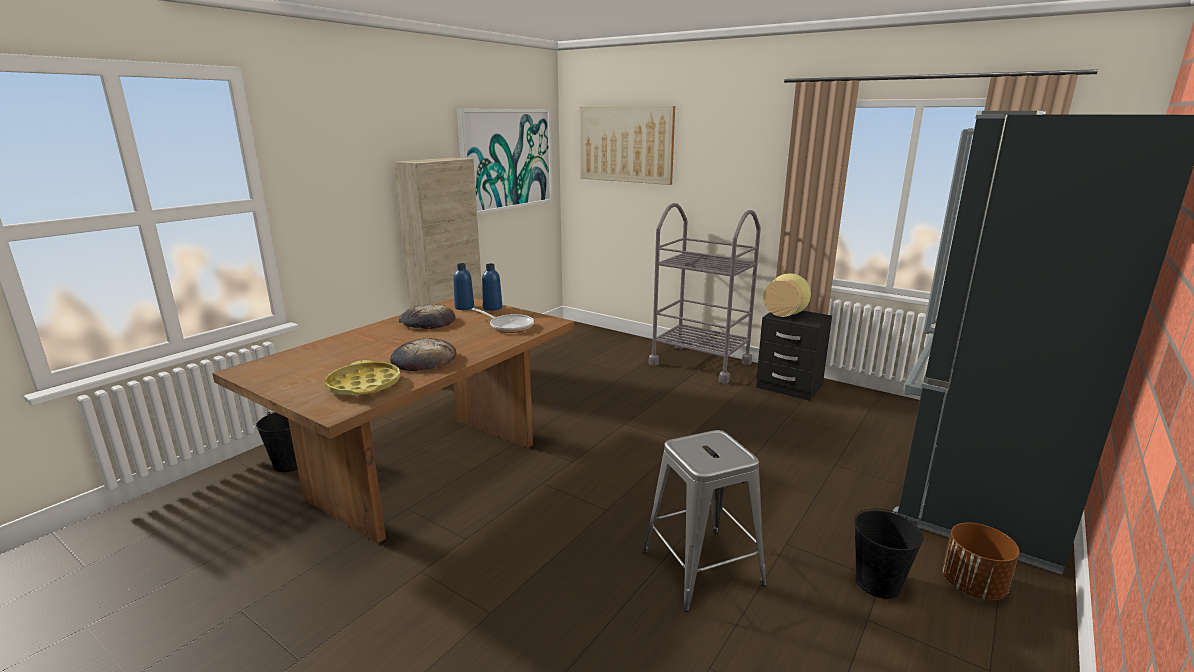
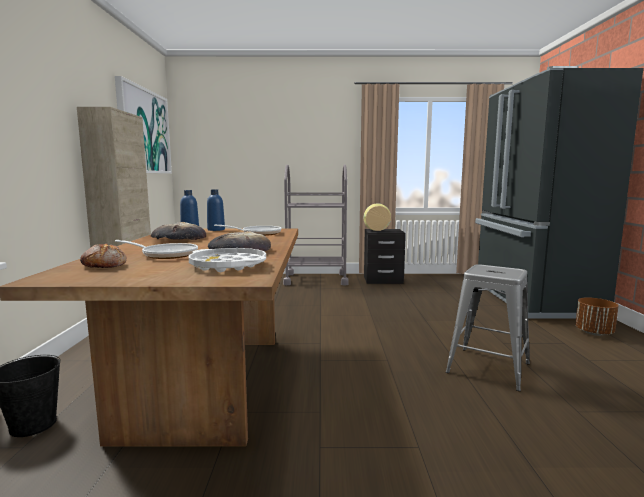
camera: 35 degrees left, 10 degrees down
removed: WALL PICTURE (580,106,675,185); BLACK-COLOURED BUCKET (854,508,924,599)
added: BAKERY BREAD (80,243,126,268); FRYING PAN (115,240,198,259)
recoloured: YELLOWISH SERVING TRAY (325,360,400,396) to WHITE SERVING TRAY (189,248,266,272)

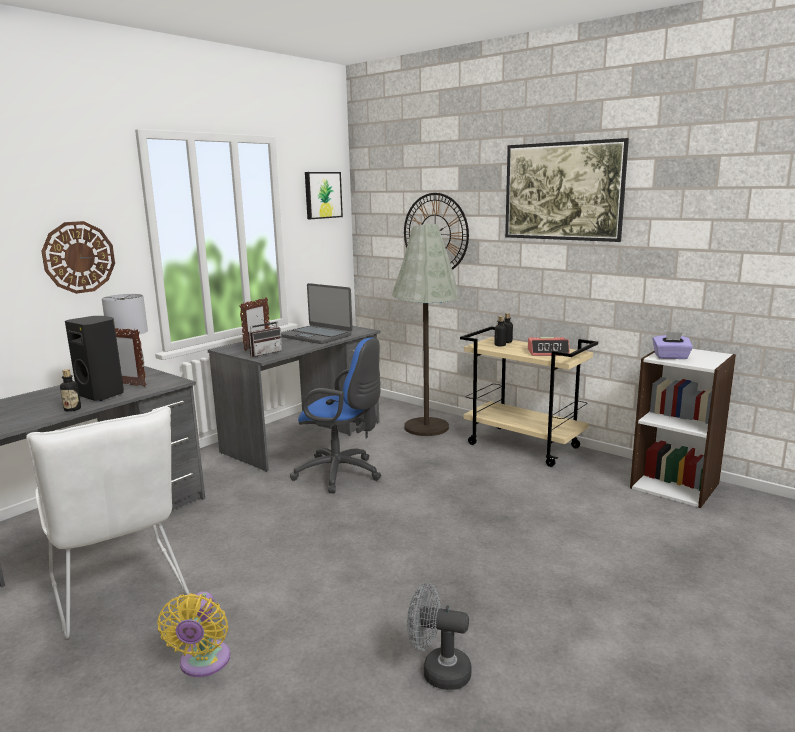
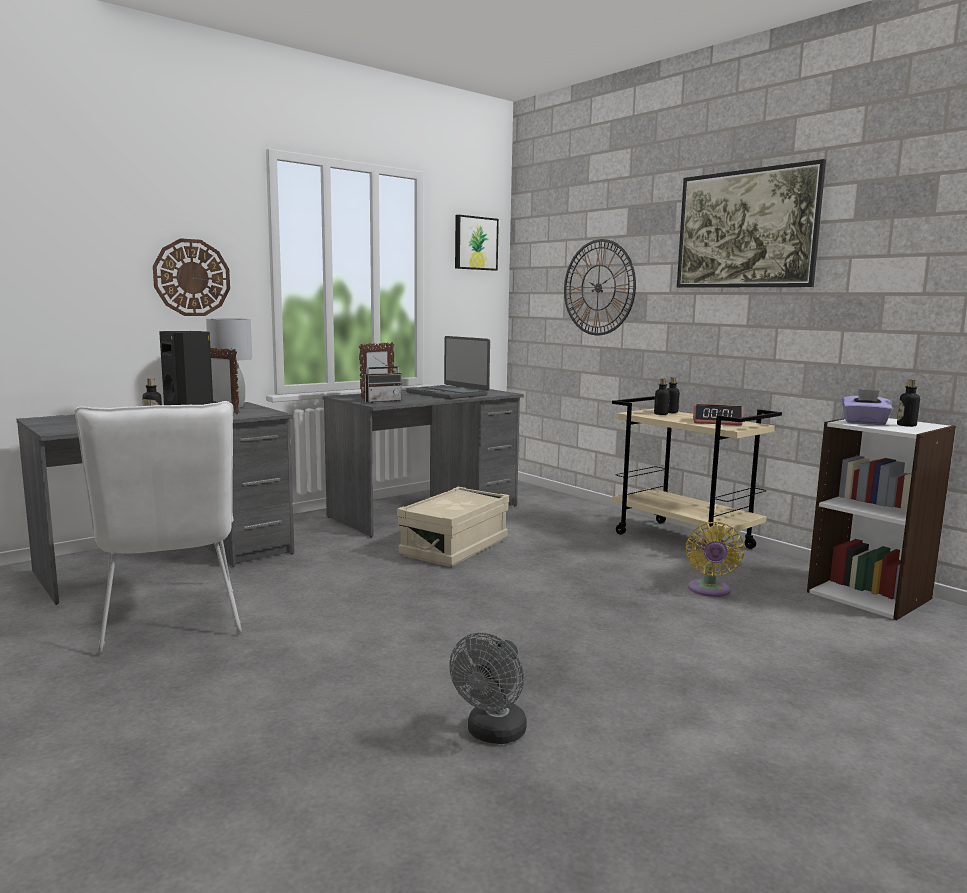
camera: 10 degrees right, 5 degrees down
removed: GRAY FLOOR LAMP (392,224,459,436)
added: BOTTLE (897,379,920,427)
moved: YELLOWISH FAN (157,591,230,677) to (686,522,744,597)
replaced: BLUE OFFICE CHAIR (290,338,381,493) to BEIGE-COLOURED STORAGE BIN (397,487,509,567)
turned: GRAY FAN (407,583,472,690) = (449,632,527,744) 90 degrees counterclockwise

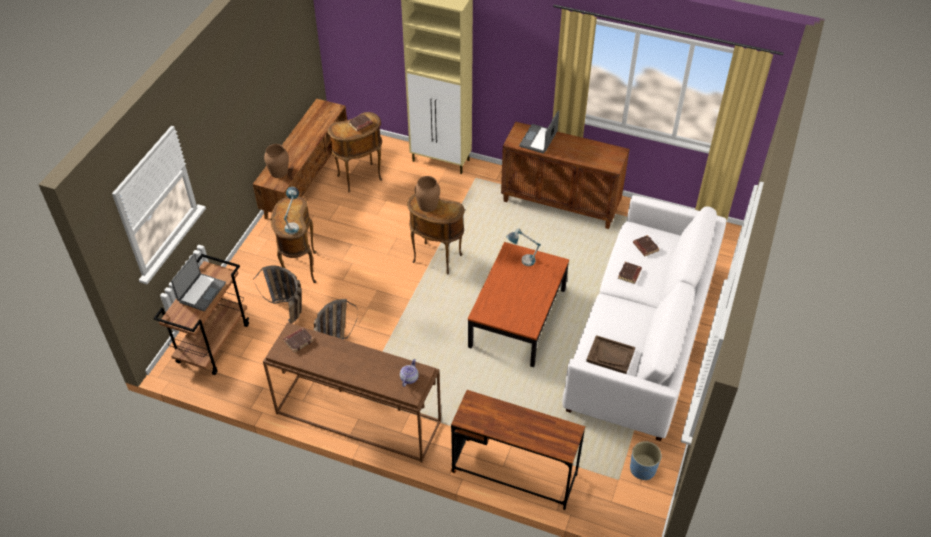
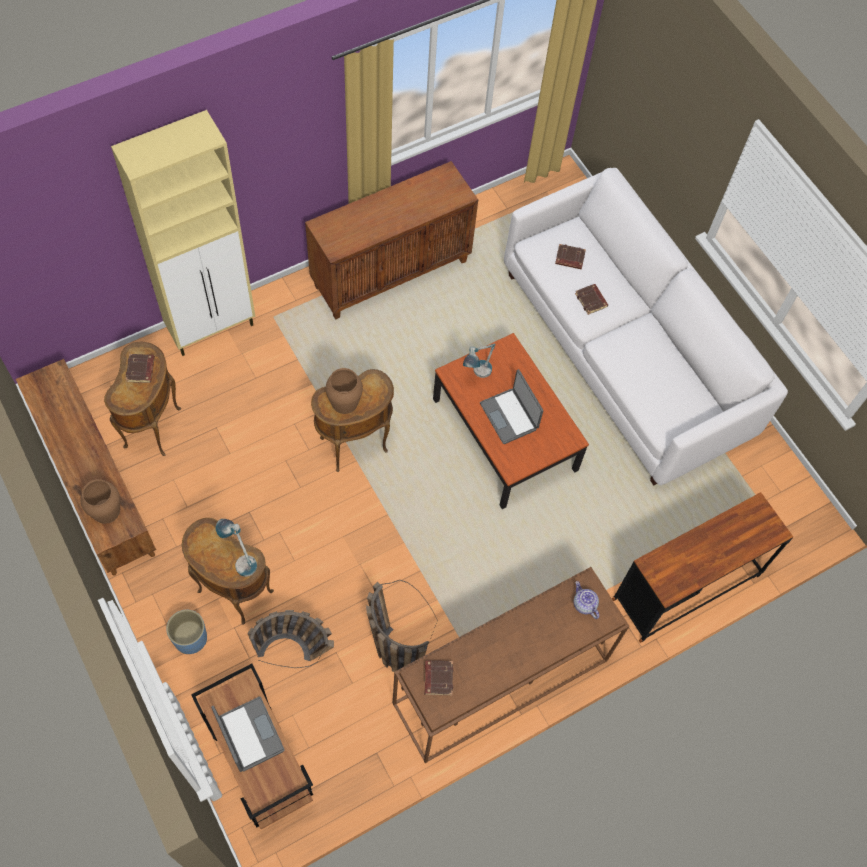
camera: 55 degrees left, 15 degrees up
removed: BROWN SERVING TRAY (586,335,635,374)
moved: PORTABLE COMPUTER (519,111,559,153) to (480,369,543,444); BLUE PLANTER (630,441,662,480) to (166,610,207,654)

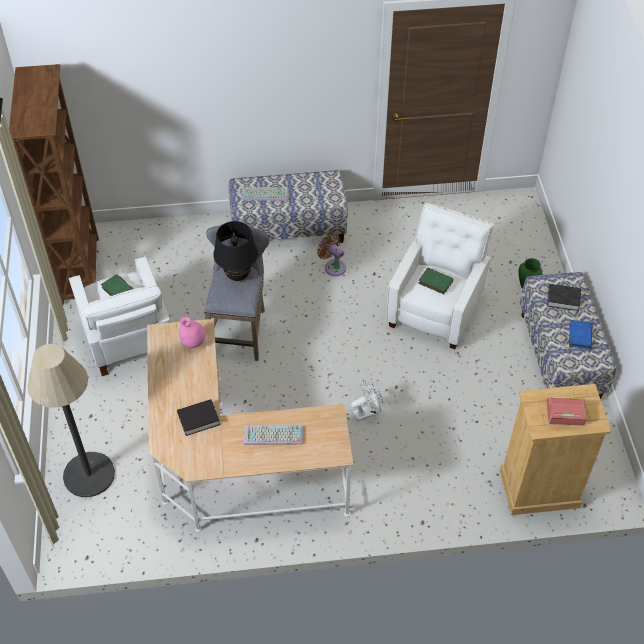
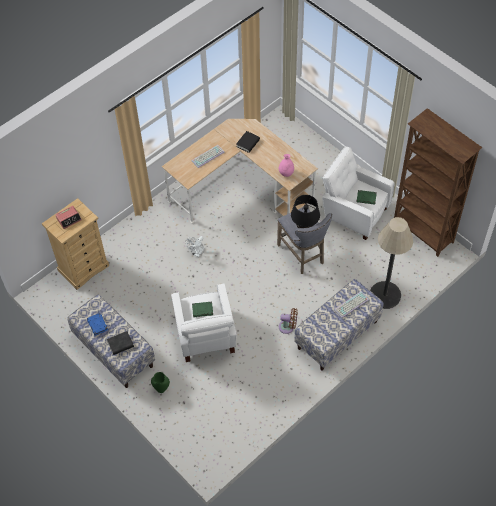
camera: 145 degrees right, 5 degrees up
moved: FLOOR LAMP (27,344,115,497) to (370,217,414,309)

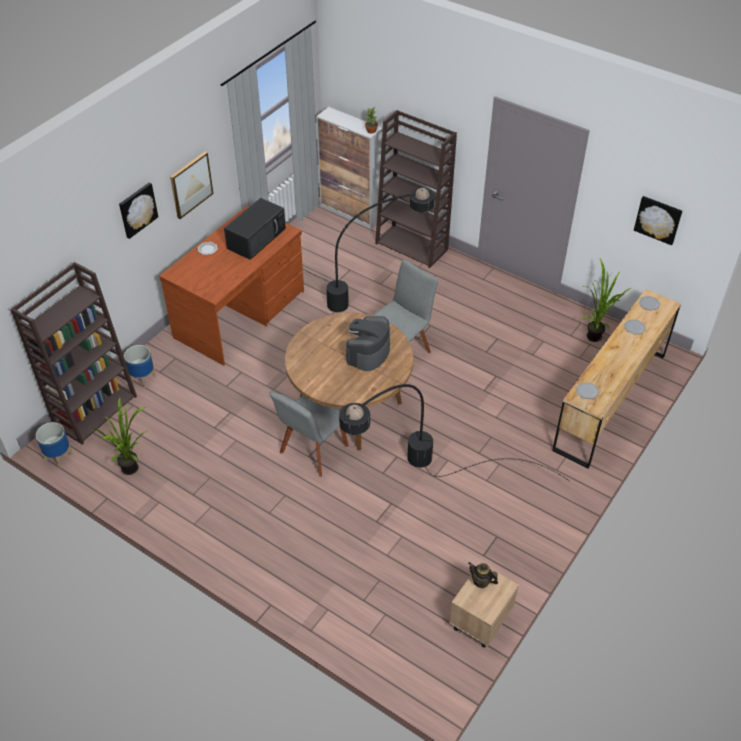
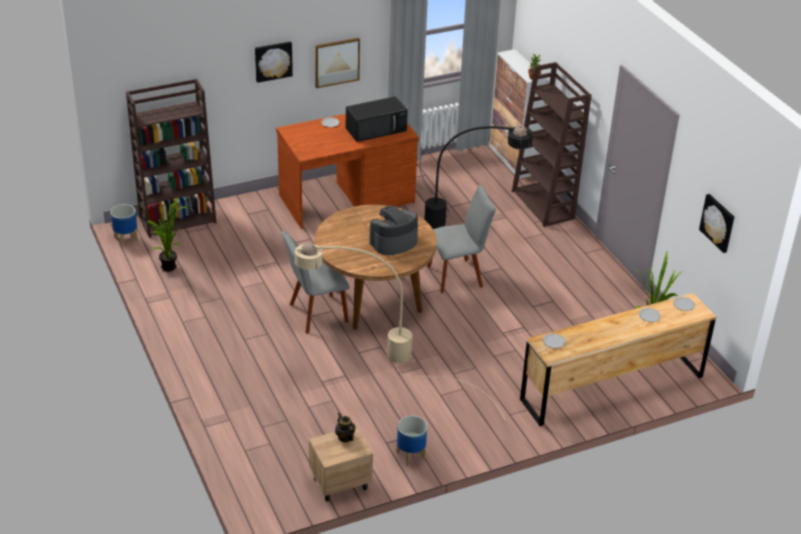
camera: 30 degrees right, 10 degrees down
moved: PLANTER (124,345,156,388) to (397,416,427,466)
recoloured: BLACK-COLOURED FLOOR LAMP (339,384,570,481) to BEIGE-COLOURED FLOOR LAMP (295,243,505,420)

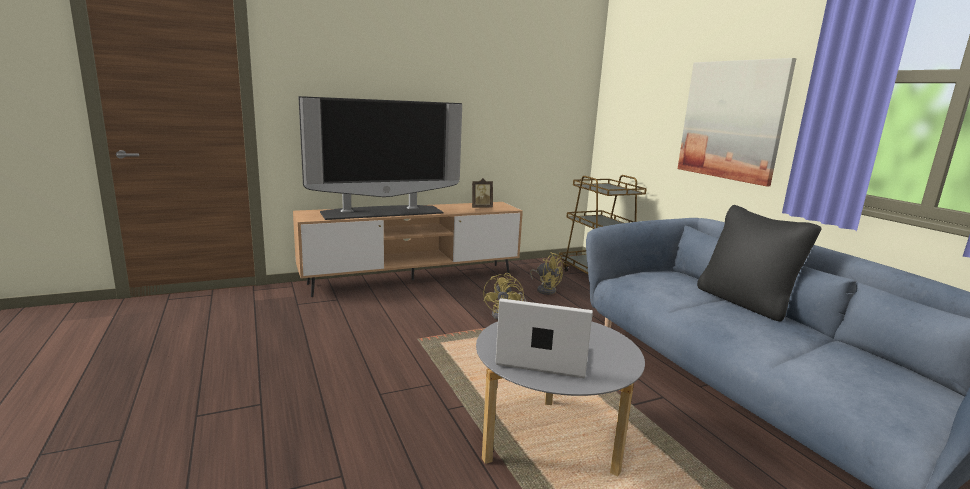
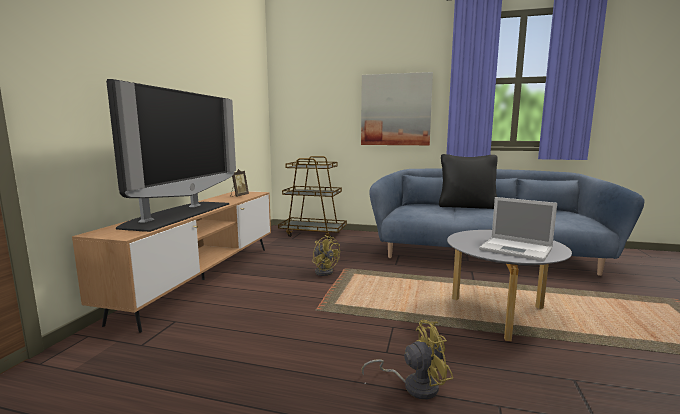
camera: 50 degrees left, 5 degrees down
moved: YELLOWISH FAN (530,252,564,295) to (362,320,453,400)
turned: PORTABLE COMPUTER (495,298,593,378) = (479,197,557,261) 105 degrees counterclockwise

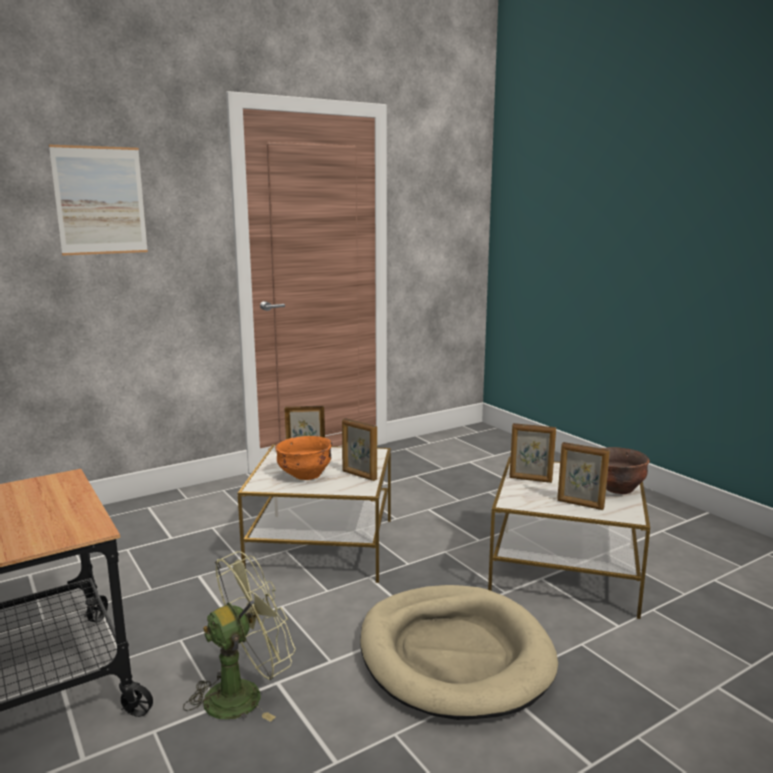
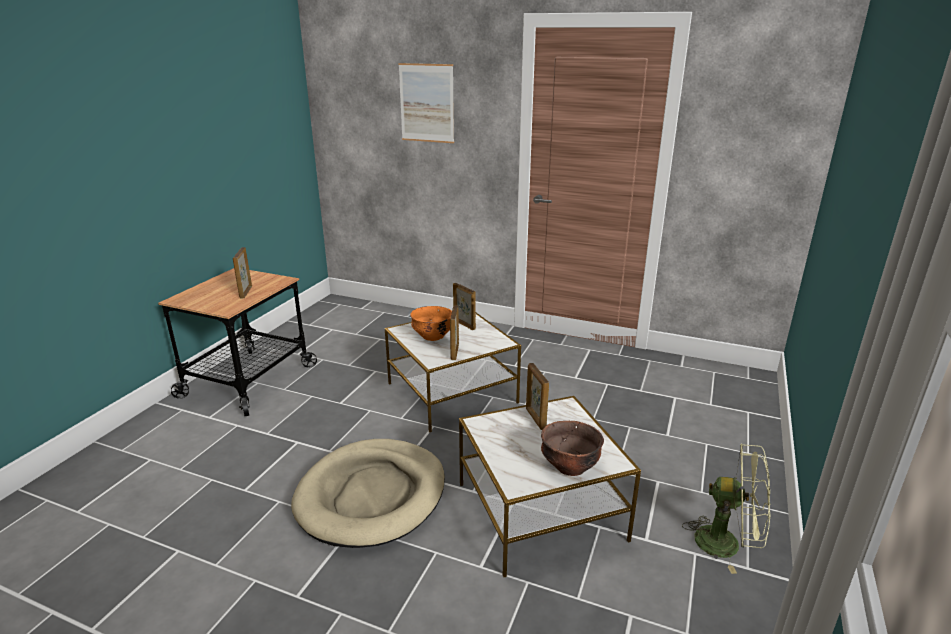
camera: 55 degrees right, 10 degrees up
moved: GREEN FAN (183,551,296,722) to (682,444,770,574); PICTURE FRAME (557,442,610,510) to (233,247,252,298)

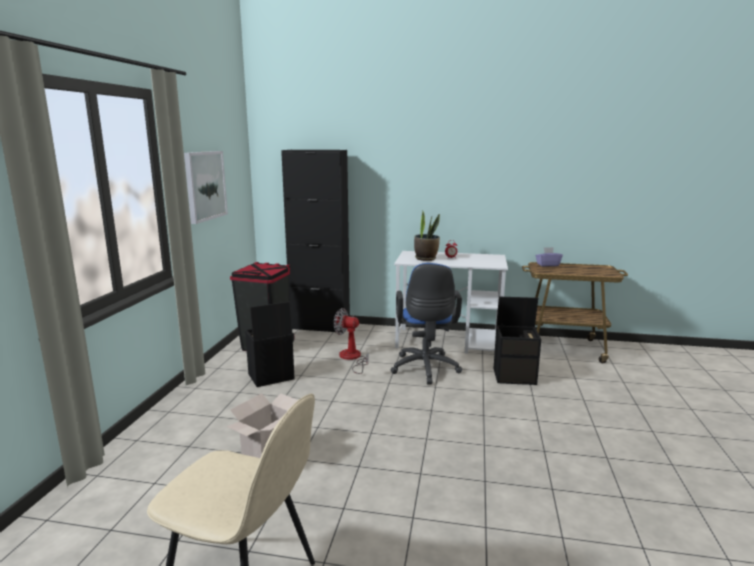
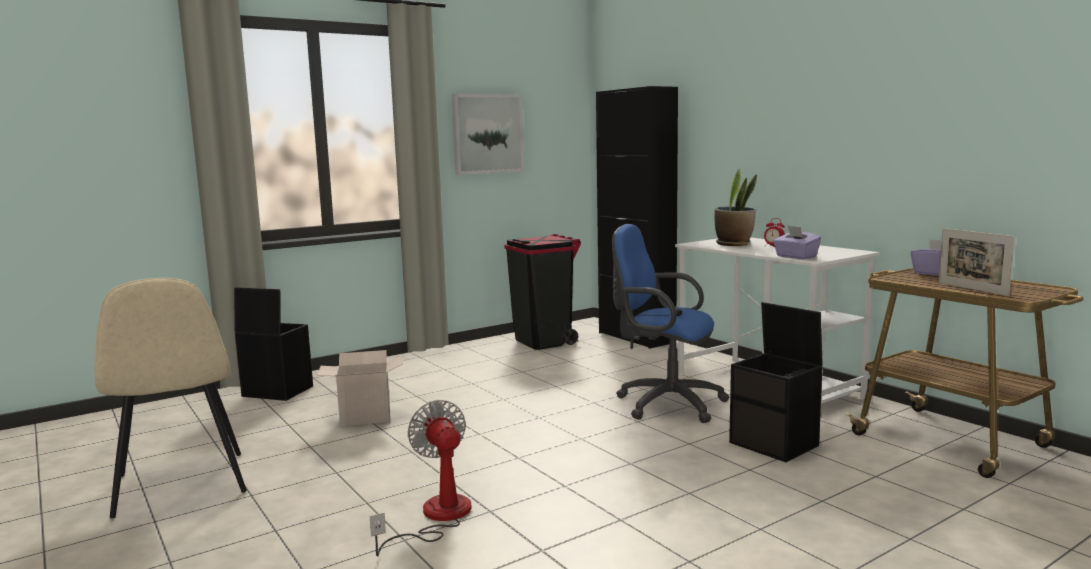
camera: 45 degrees right, 5 degrees down
added: PURPLE TISSUE HOLDER (773,225,821,259); PICTURE FRAME (938,228,1015,296)
moved: BLACK-COLOURED STORAGE BIN (245,302,295,387) to (234,287,313,401); FAN (334,308,368,374) to (370,400,472,556)
turned: BLUE OFFICE CHAIR (390,263,462,384) = (612,224,730,423) 75 degrees clockwise

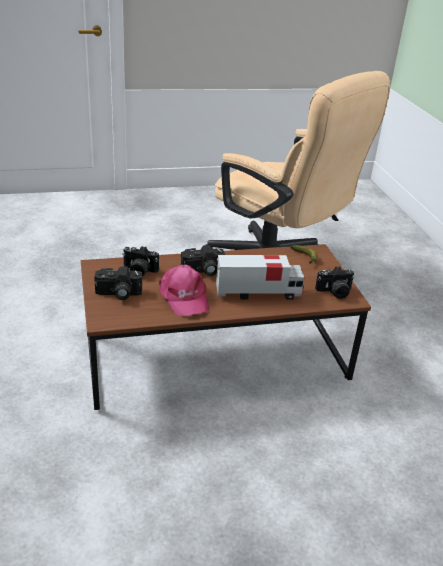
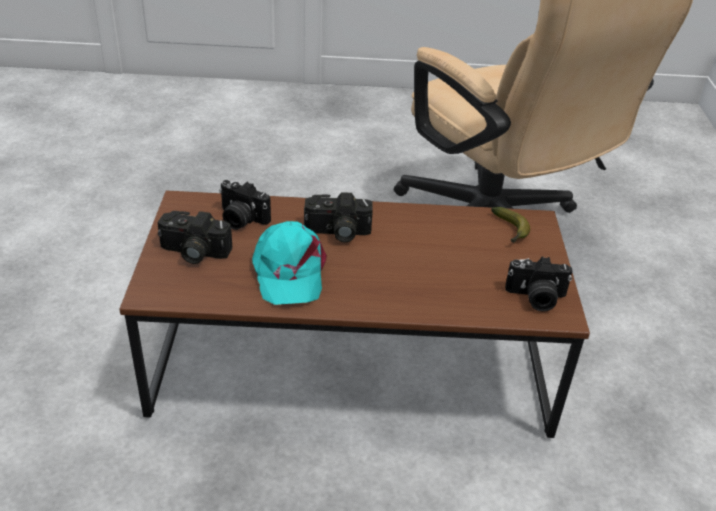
camera: 15 degrees right, 5 degrees up
removed: TOY TRUCK (216,255,304,300)
recoloured: PINKISH PEAKED CAP (159,265,209,316) to TURQUOISE-COLOURED PEAKED CAP (252,221,327,305)

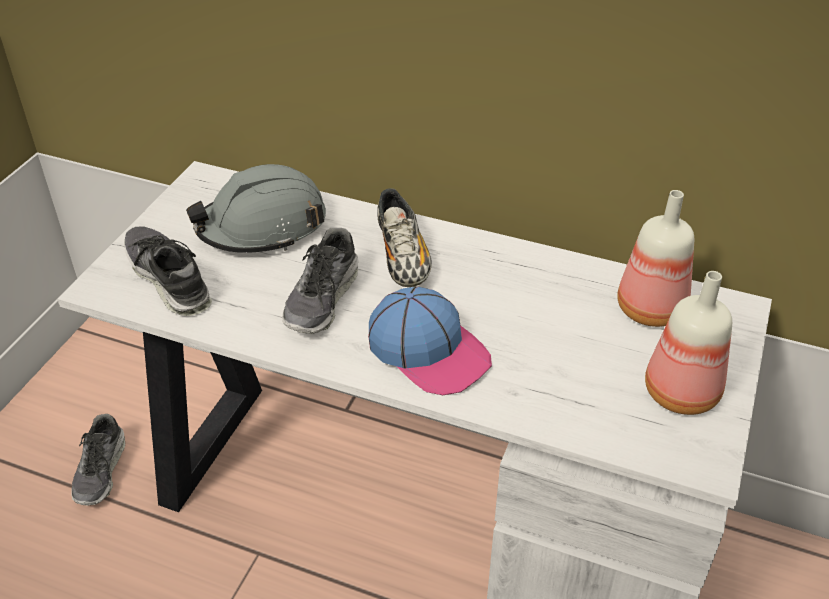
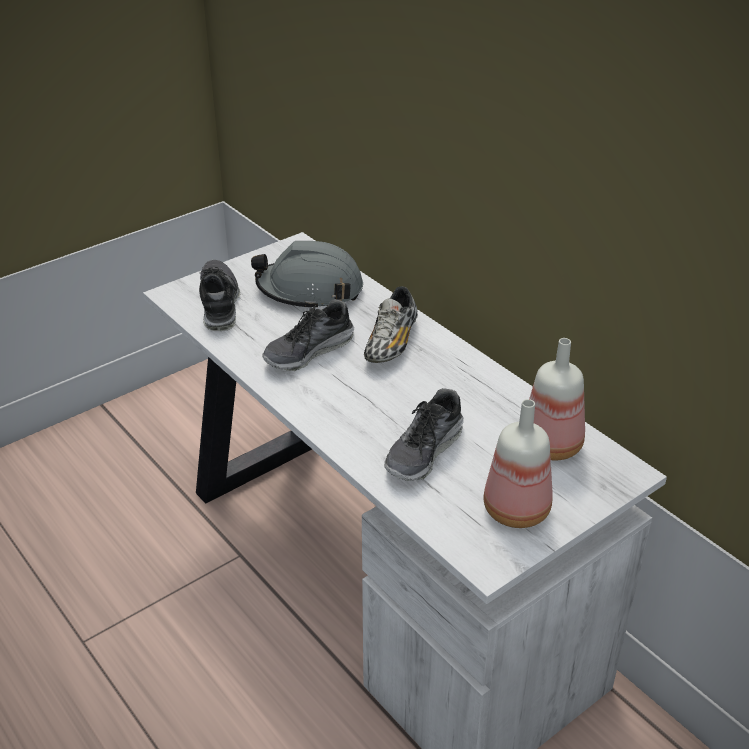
camera: 30 degrees right, 5 degrees down
removed: PEAKED CAP (368,287,492,395)
moved: LOW SHOE (71,414,125,506) to (384,388,464,481)

